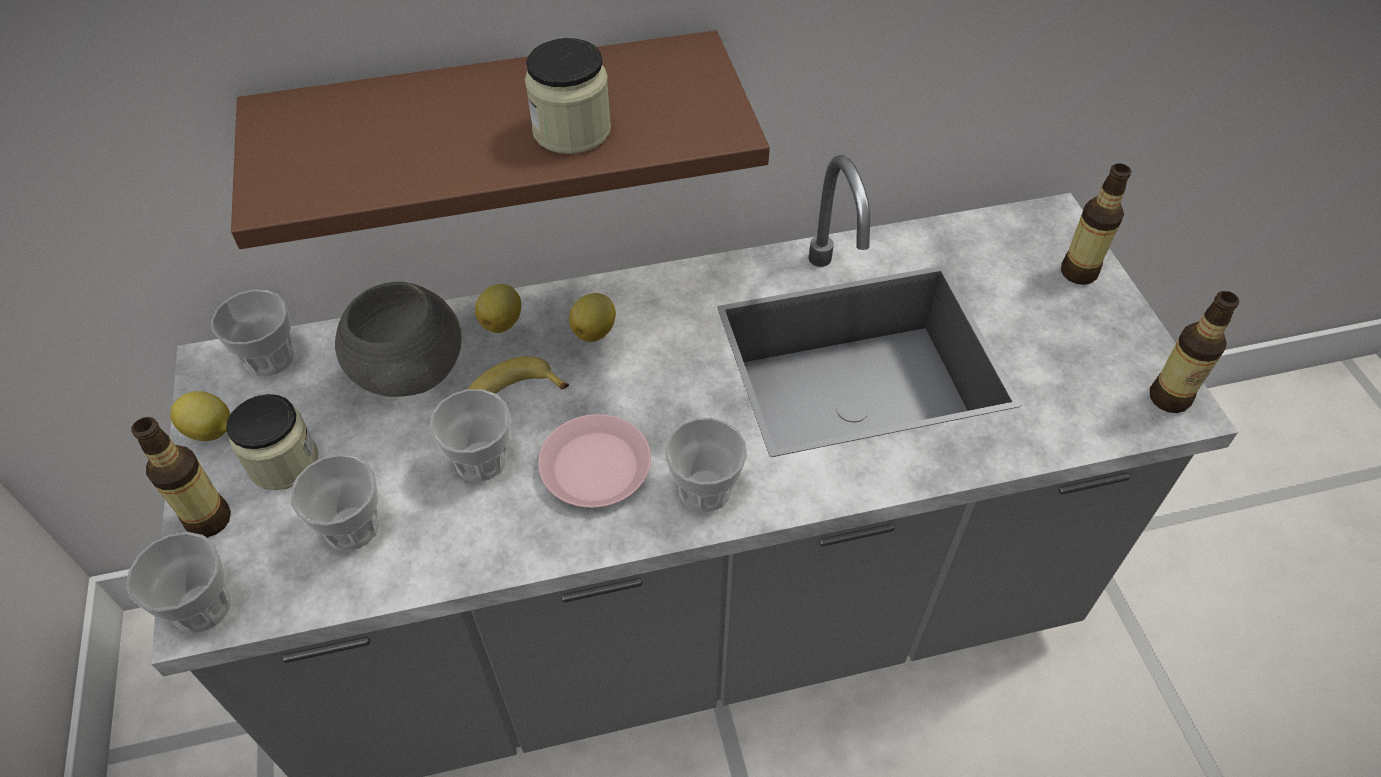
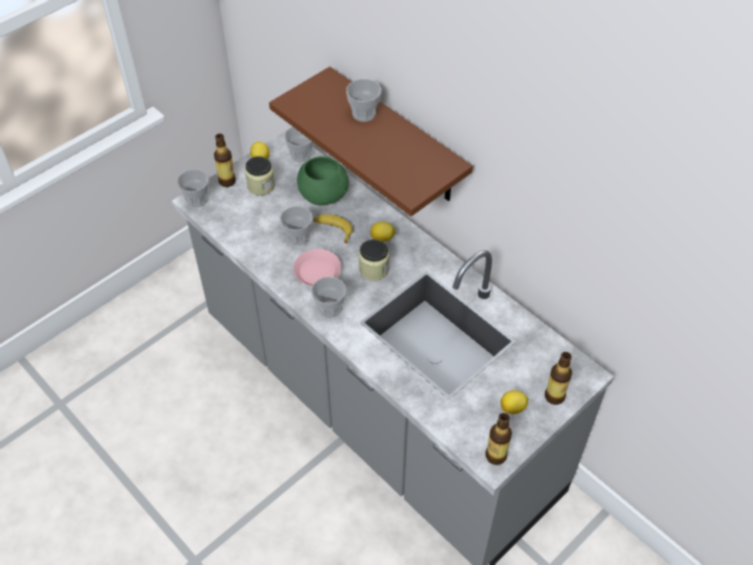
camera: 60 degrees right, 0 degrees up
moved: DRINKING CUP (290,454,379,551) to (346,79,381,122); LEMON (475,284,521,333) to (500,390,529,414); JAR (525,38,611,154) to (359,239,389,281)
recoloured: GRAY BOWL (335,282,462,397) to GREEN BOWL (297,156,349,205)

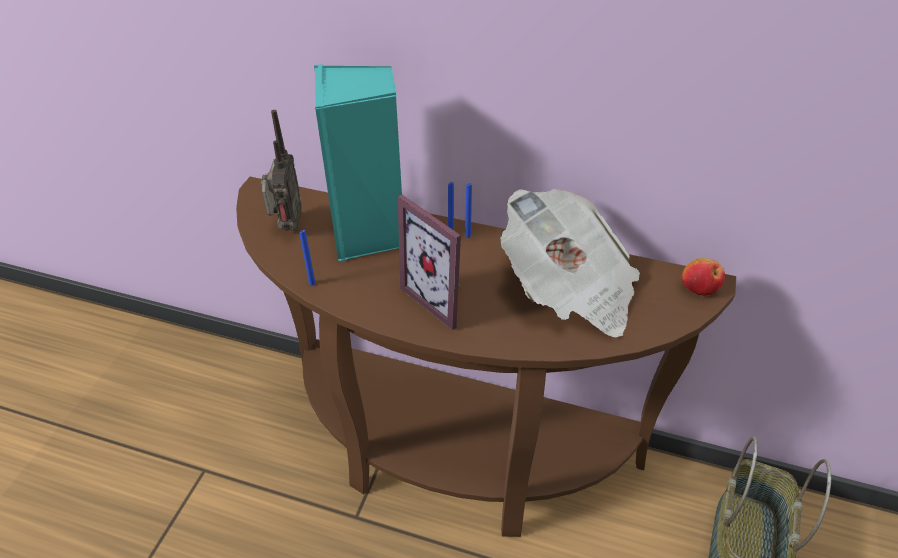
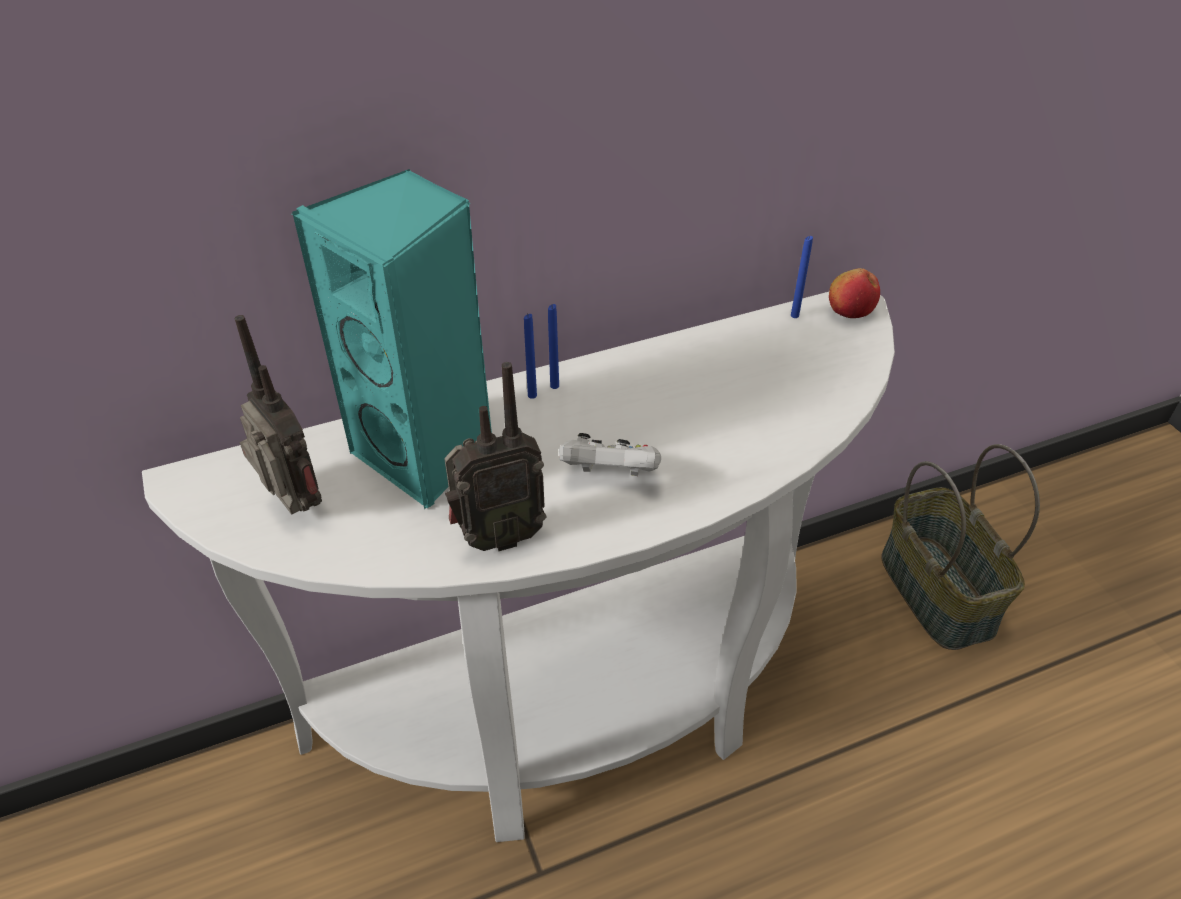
camera: 40 degrees left, 0 degrees up
removed: DAILY PAPER (500,189,640,337)
added: RADIO (444,362,547,551)
moved: BLUE CANDLE (300,230,316,286) to (791,235,813,318)
replaced: PICTURE FRAME (398,195,461,330) to WHITE GAME CONTROLLER (559,433,661,476)
recoloured: BROWN NARROW TABLE (236,177,736,537) to WHITE NARROW TABLE (142,292,895,842)

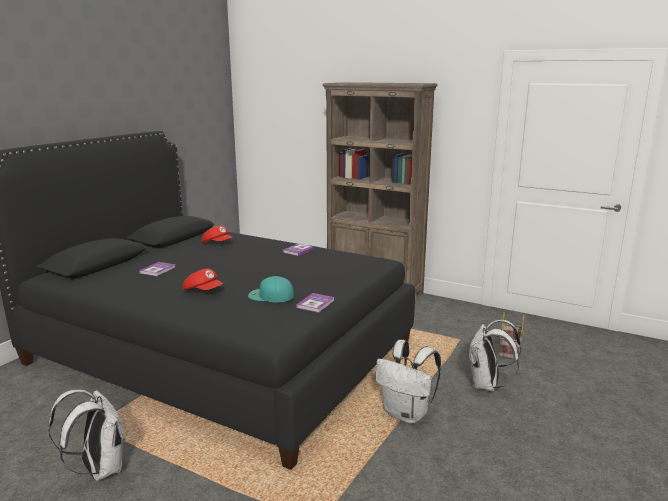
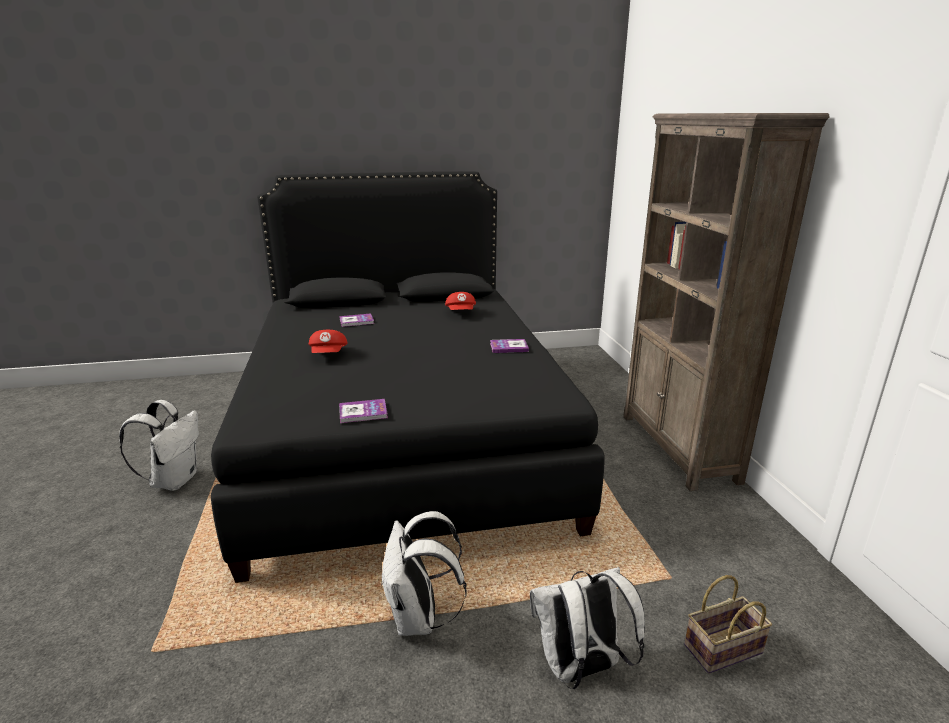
camera: 50 degrees right, 5 degrees up
removed: TURQUOISE-COLOURED PEAKED CAP (248,276,294,302)

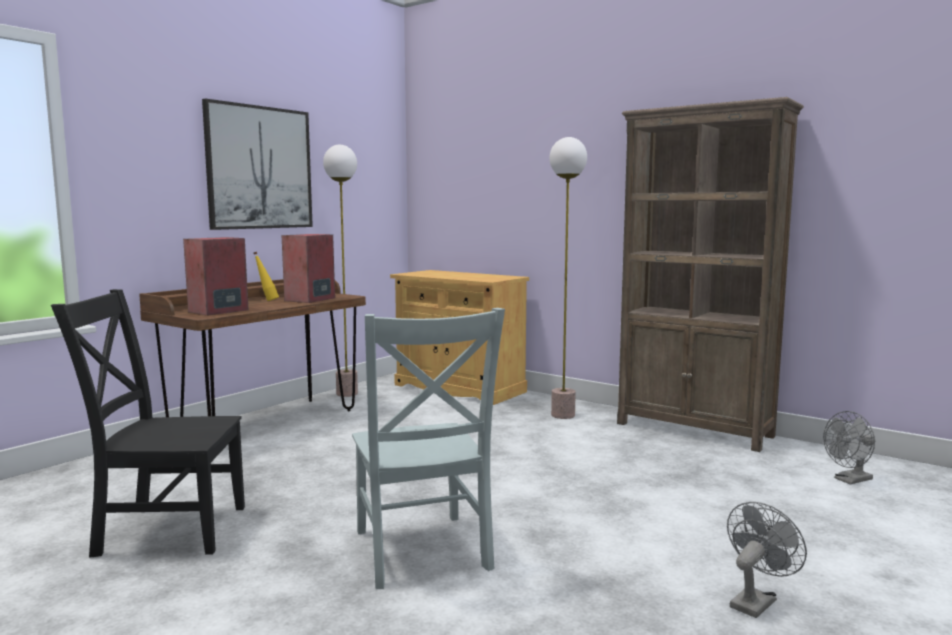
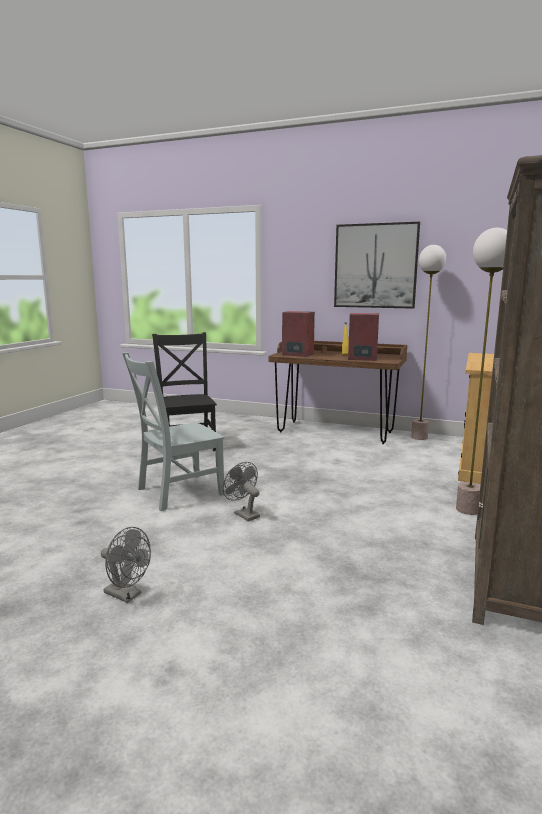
camera: 75 degrees right, 5 degrees up
moved: GRAY FAN (823,411,875,485) to (223,462,260,522)

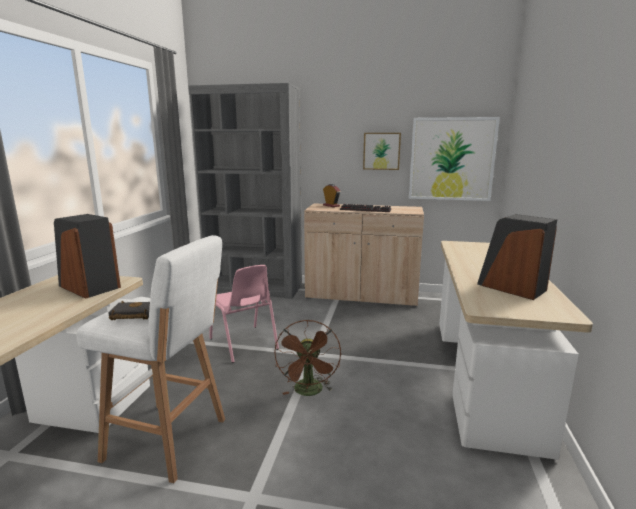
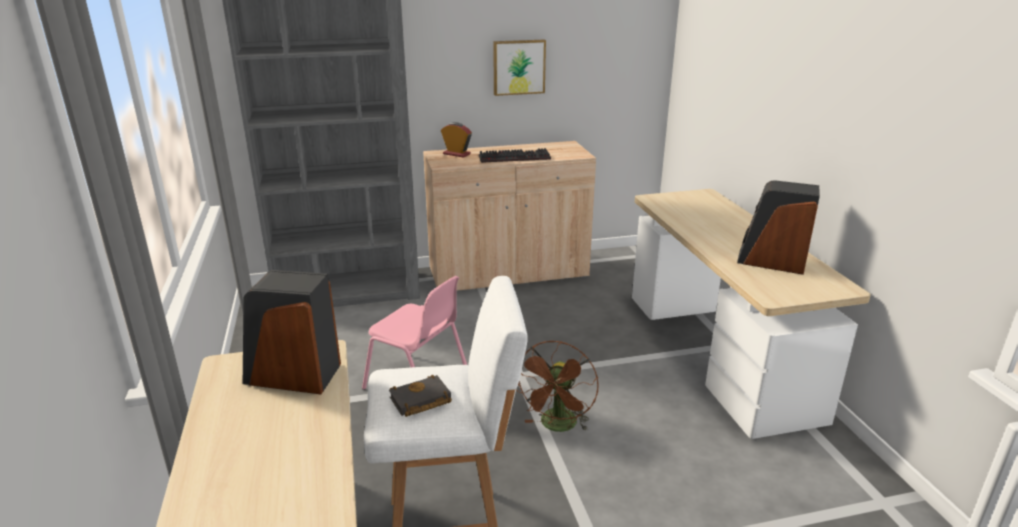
camera: 25 degrees left, 10 degrees up
removed: WALL PICTURE (409,117,500,201)
turned: BROWN FAN (274,320,341,396) = (516,341,599,432) 45 degrees clockwise

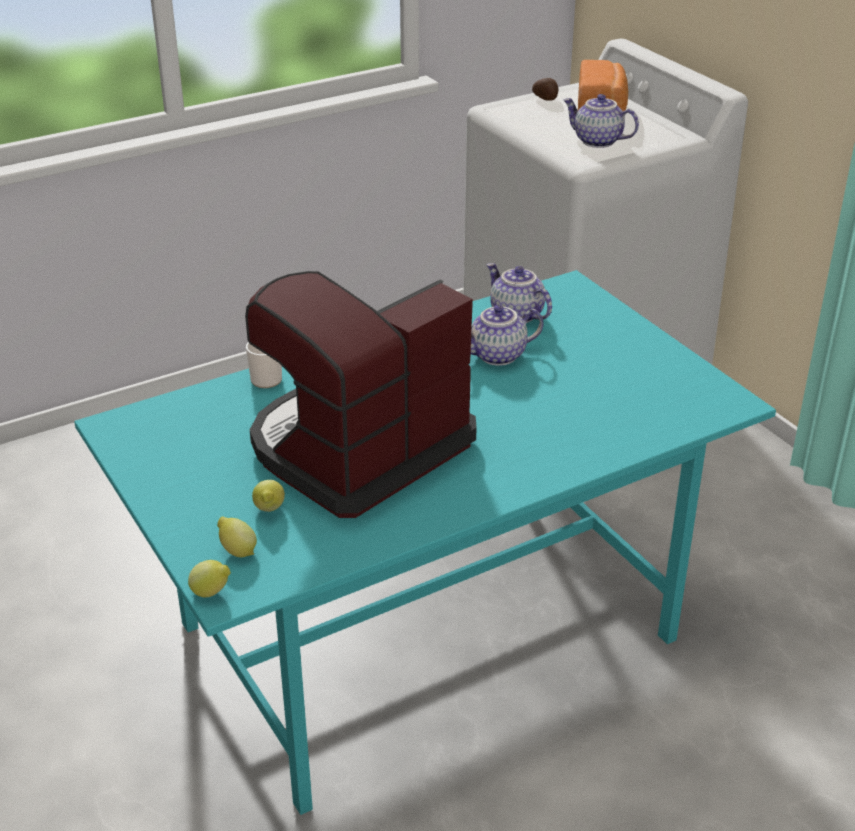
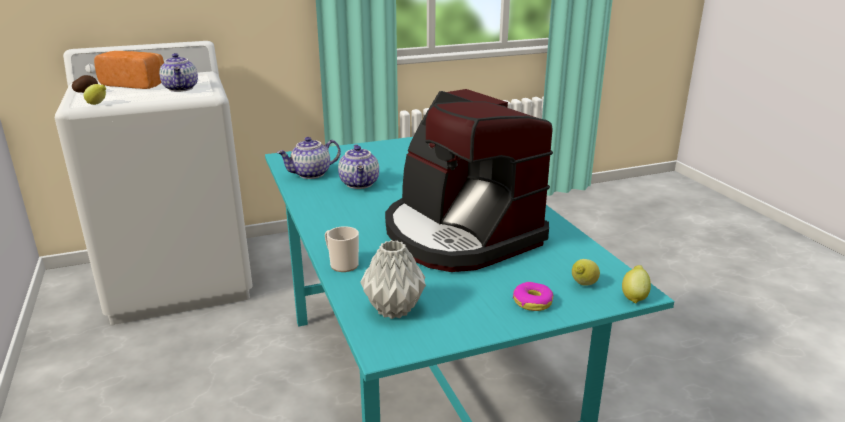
camera: 80 degrees left, 10 degrees down
added: GRAY DECORATIVE VASE (360,240,426,319); DONUT (513,282,554,311)
moved: LEMON (252,480,285,512) to (84,84,106,105)
turned: TEA POT (563,94,639,148) = (159,53,198,92) 60 degrees counterclockwise

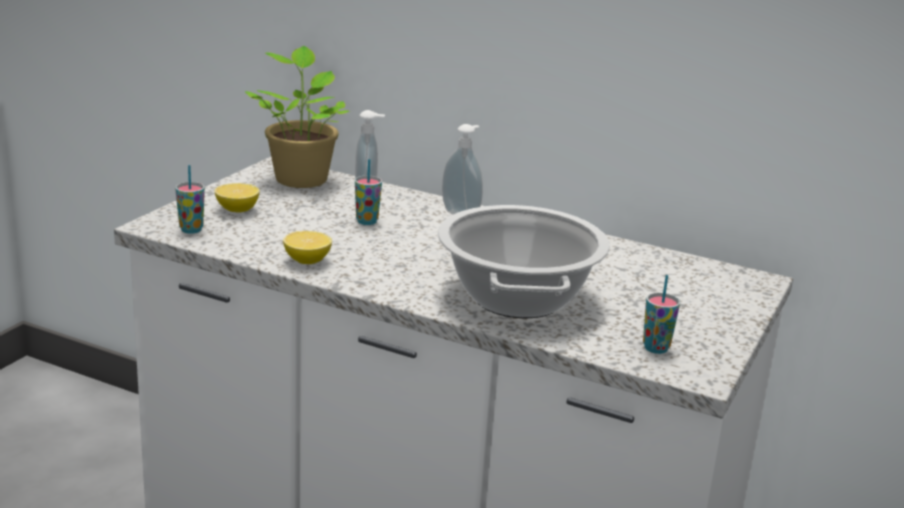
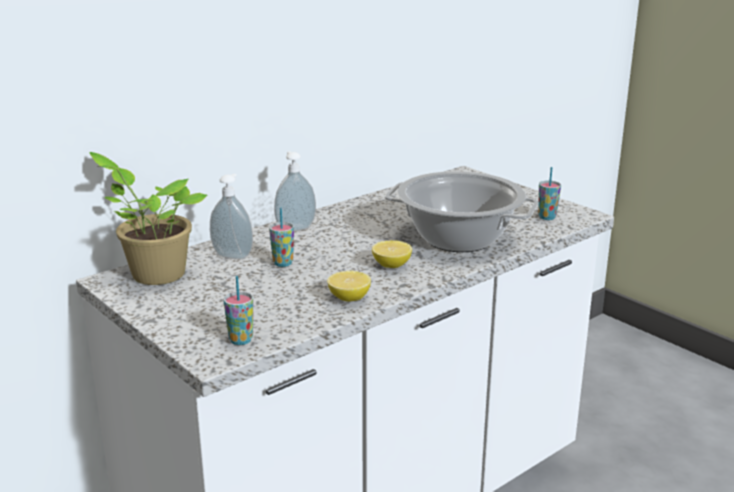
camera: 65 degrees left, 0 degrees up
moved: LEMON (215,183,260,213) to (372,240,412,268)

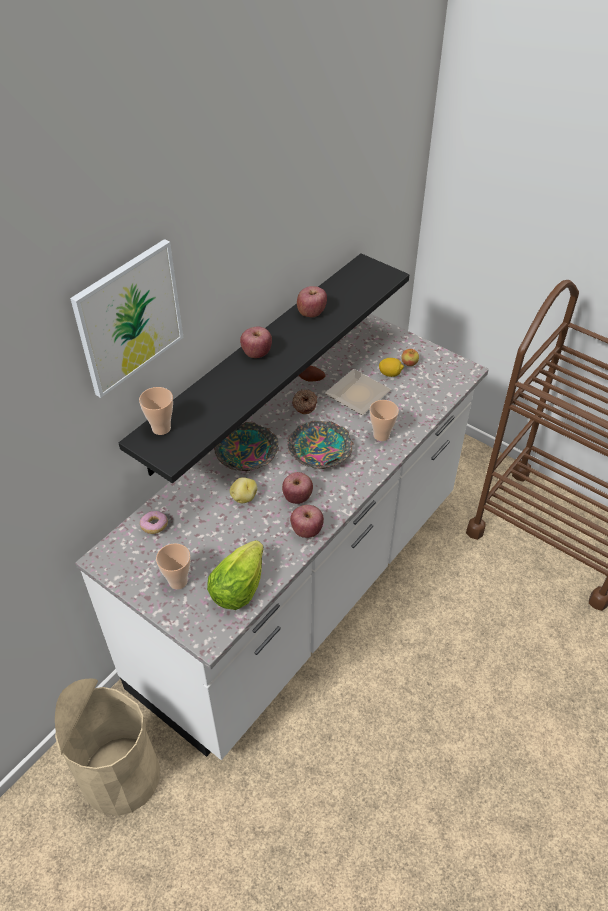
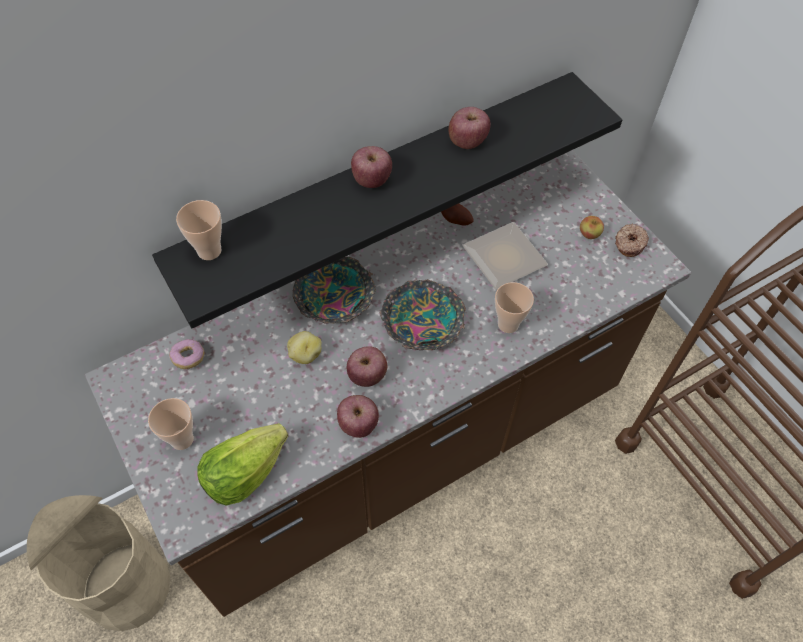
camera: 20 degrees right, 10 degrees up
removed: WALL PICTURE (70,239,184,398); LEMON (379,358,404,377)
moved: DONUT (292,390,317,414) to (615,223,649,257)
recoloured: WHITE KITCHEN BASE UNIT (75,314,489,760) to BROWN KITCHEN BASE UNIT (85,150,691,617)

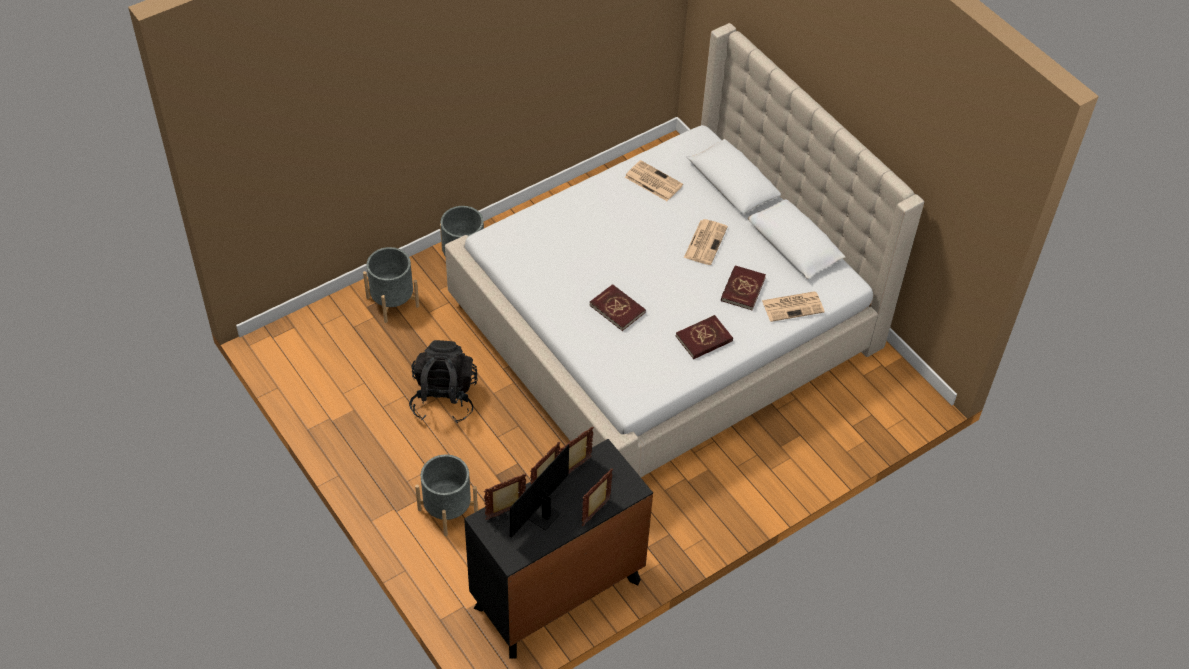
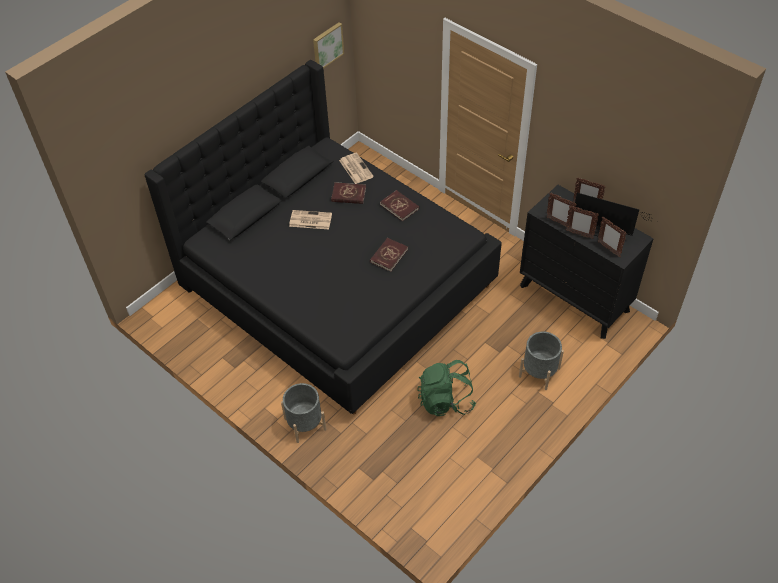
camera: 100 degrees left, 0 degrees up
removed: GRAY PLANTER (363,247,419,323); DAILY PAPER (625,160,683,201)
added: WALL PICTURE (313,22,344,68)
recoloured: BLACK-COLOURED RUCKSACK (409,340,478,423) to GREEN RUCKSACK (417,360,476,416); BEIGE-COLOURED BED (445,23,924,477) to BLACK-COLOURED BED (145,60,502,415)

